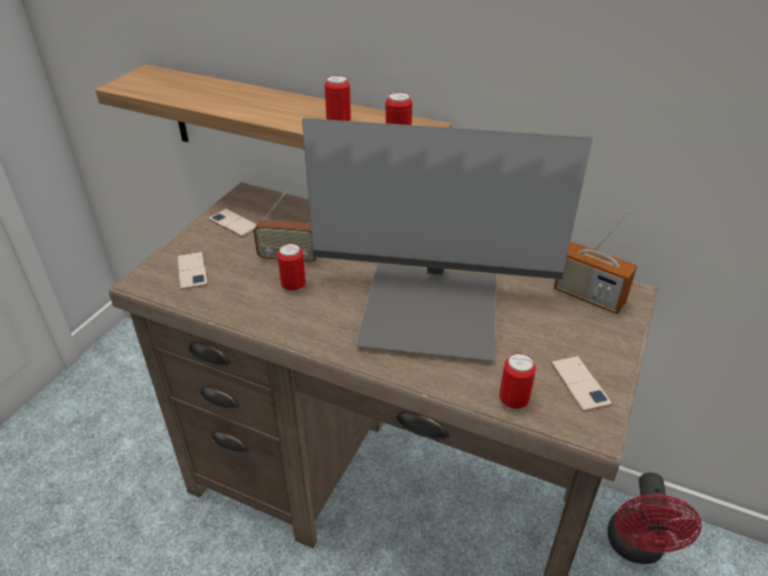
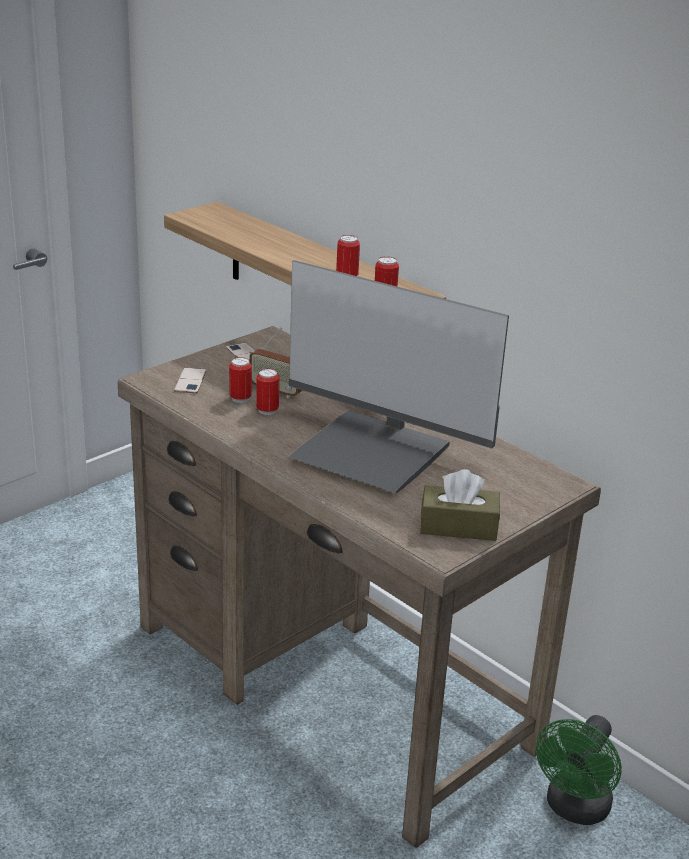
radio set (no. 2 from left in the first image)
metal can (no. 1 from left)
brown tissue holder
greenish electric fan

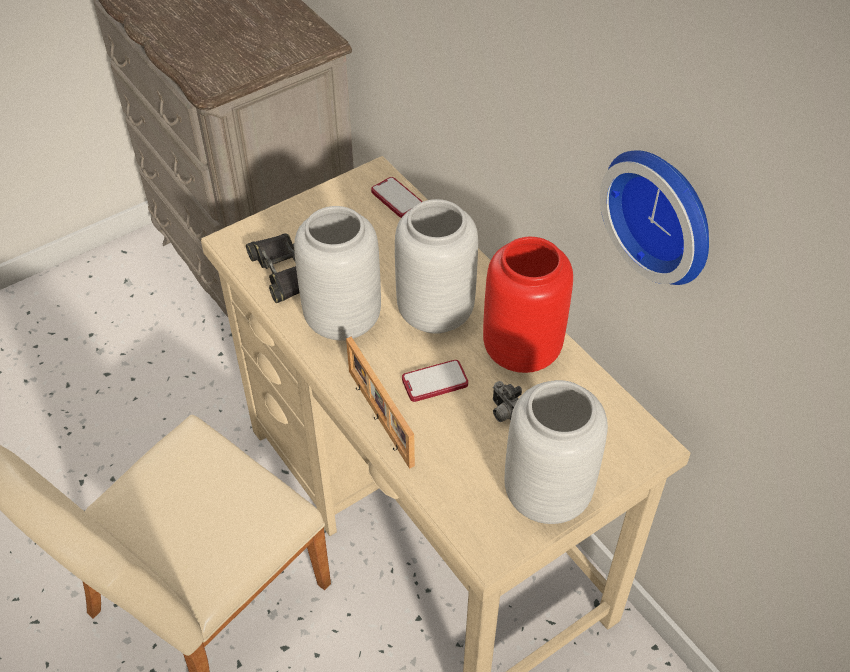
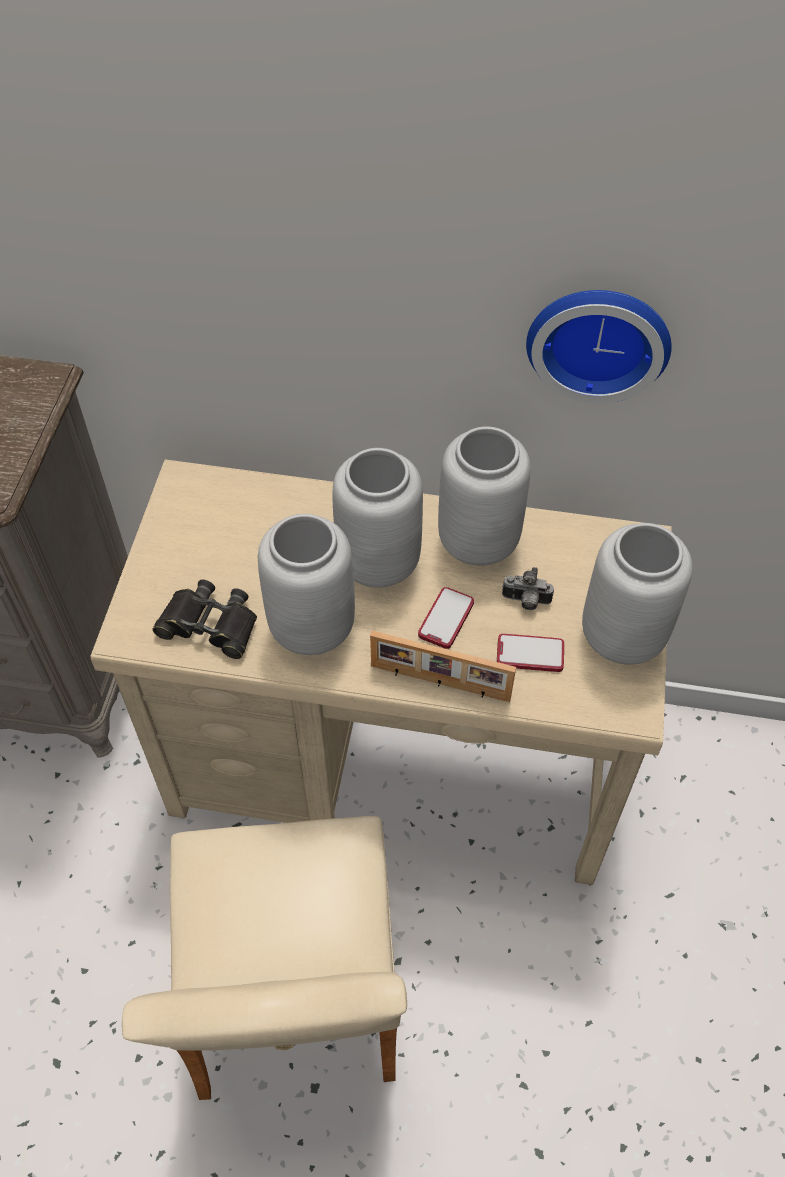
handset (no. 2 from left)
grey vase (no. 3 from left)

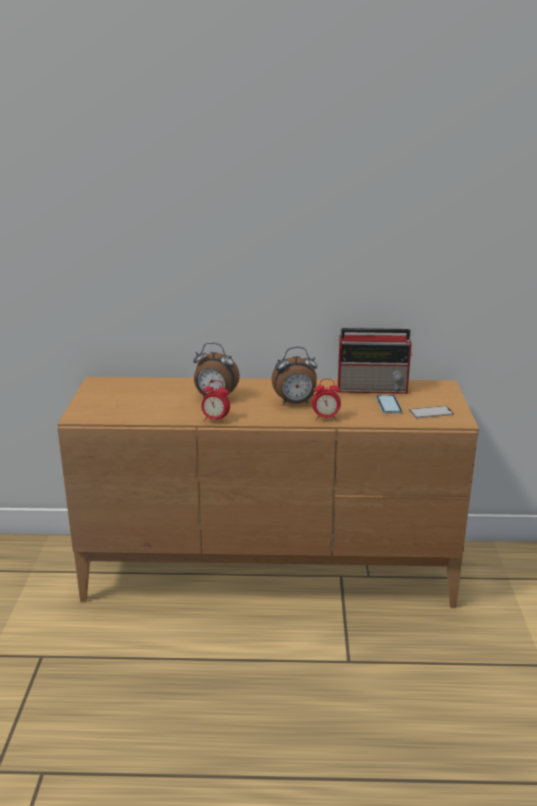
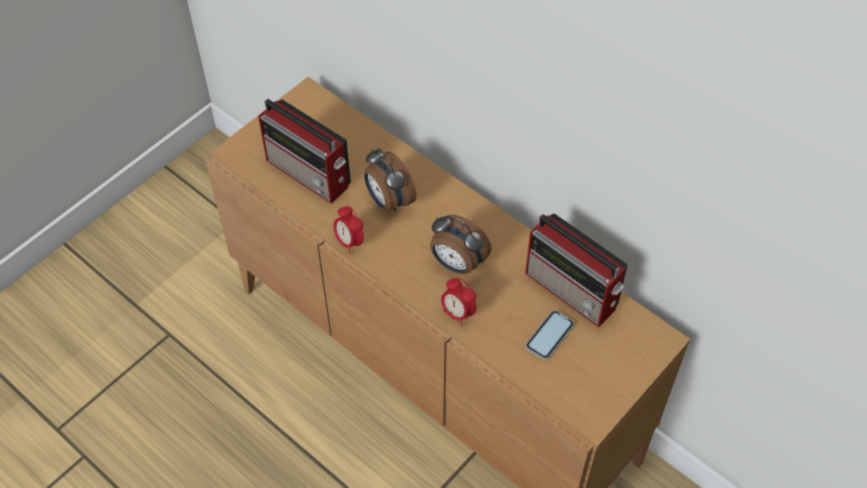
handset (no. 2 from left in the first image)
radio set (no. 1 from left)

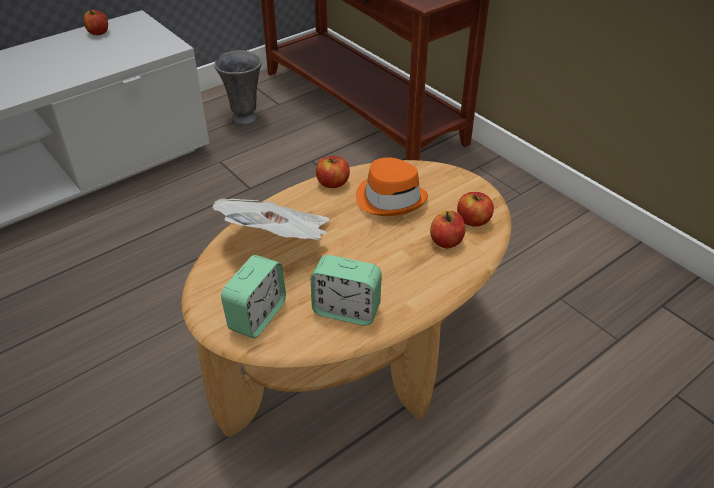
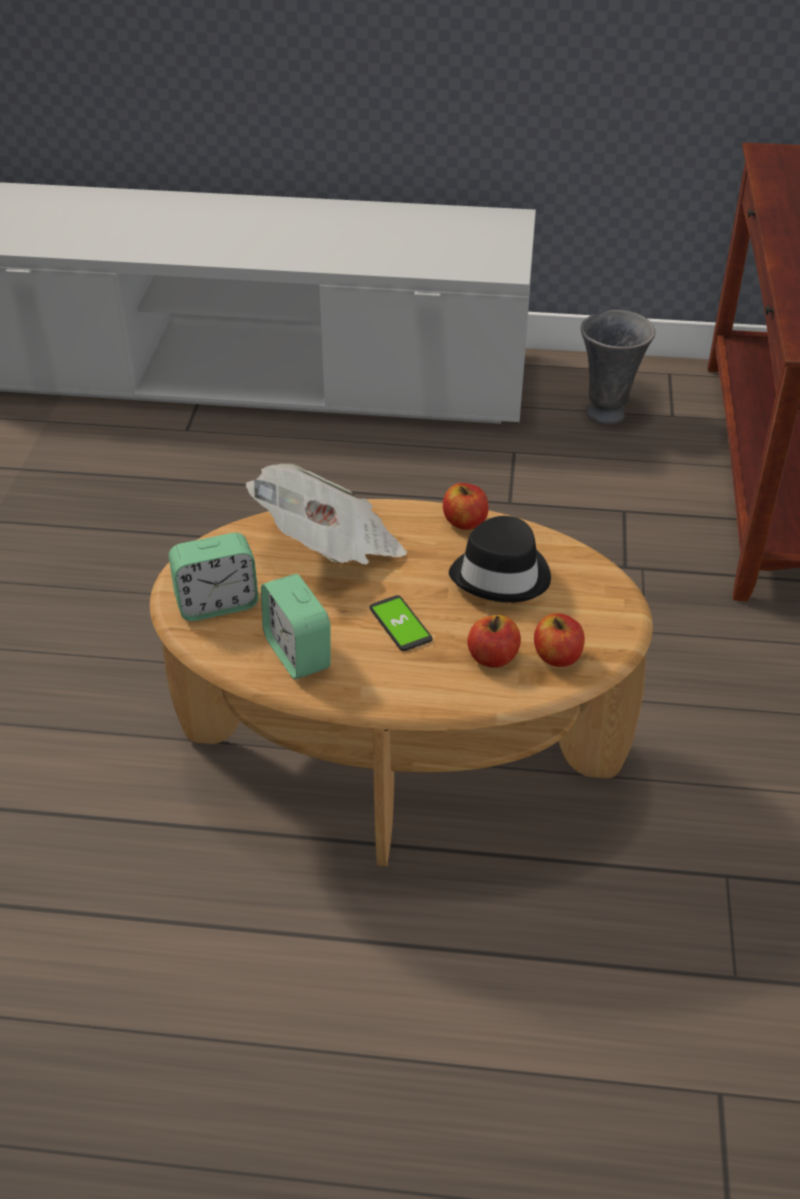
whole apple (no. 1 from left in the first image)
handset
black wearable hat

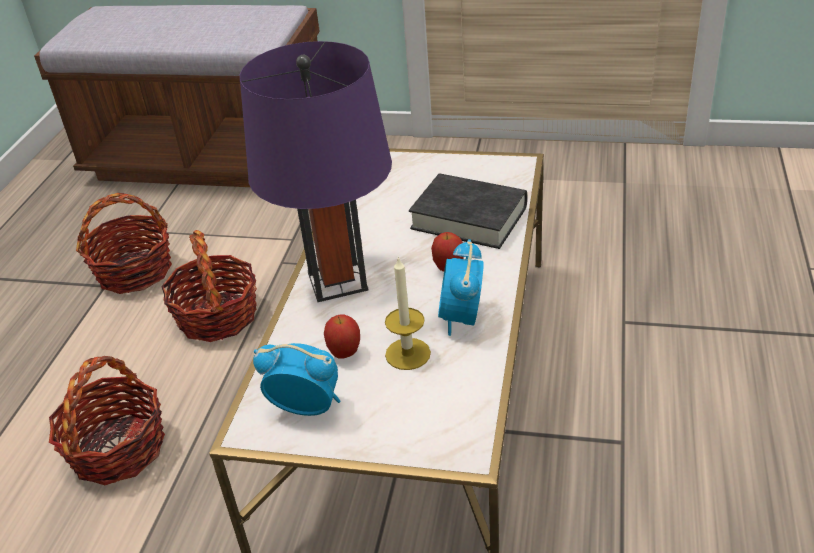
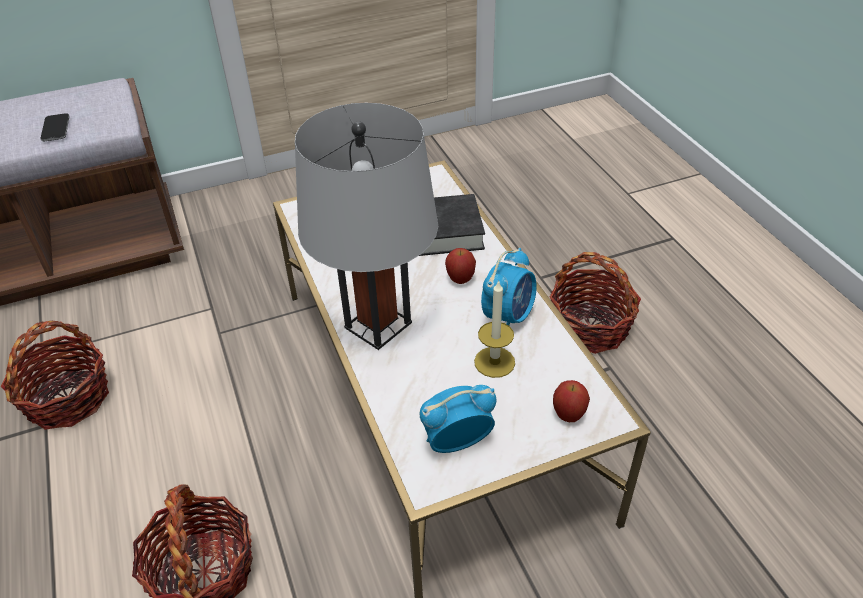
handset
household basket (no. 3 from left)
whole apple (no. 2 from left)
grey table lamp
alarm clock (no. 2 from left)

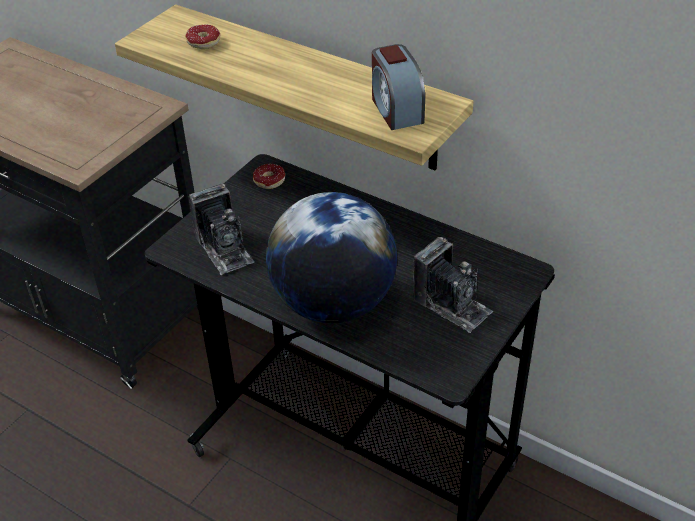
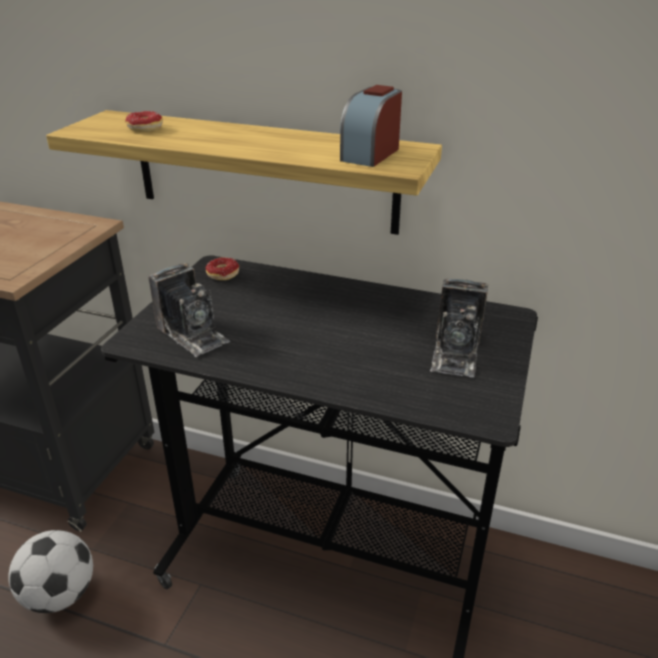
world globe
ball for football
alarm clock
still camera (no. 2 from left)

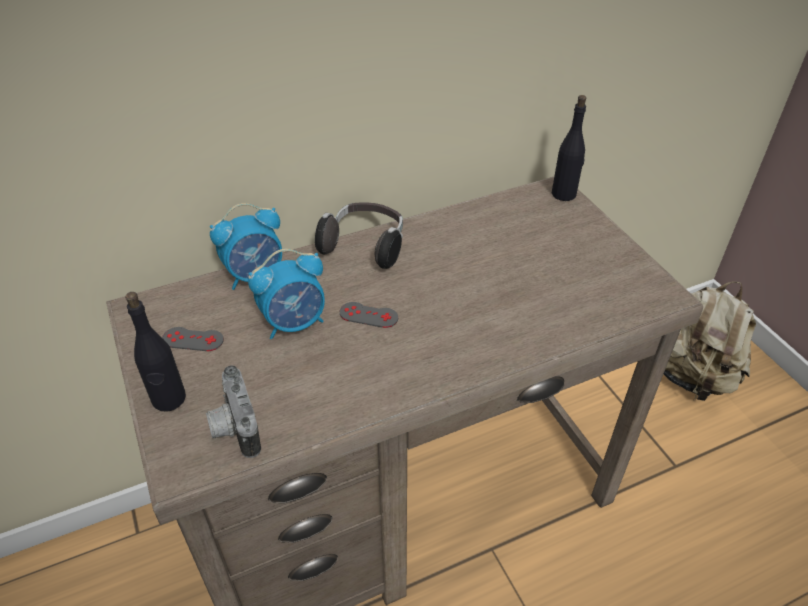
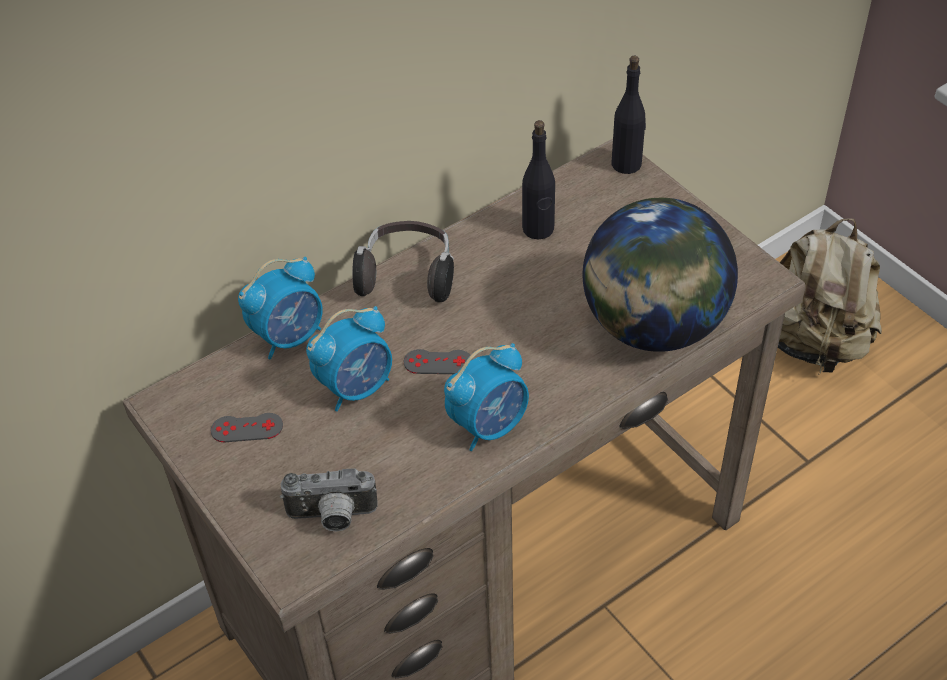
alarm clock (no. 3 from left)
world globe
black drink bottle (no. 1 from left)
still camera

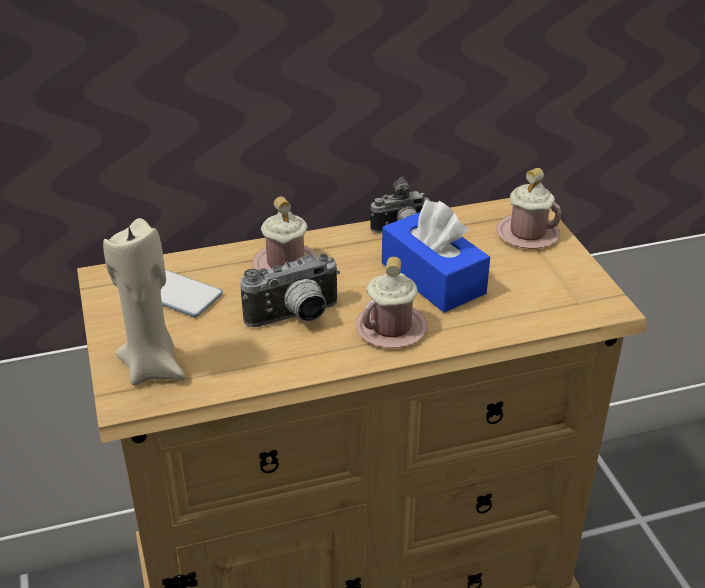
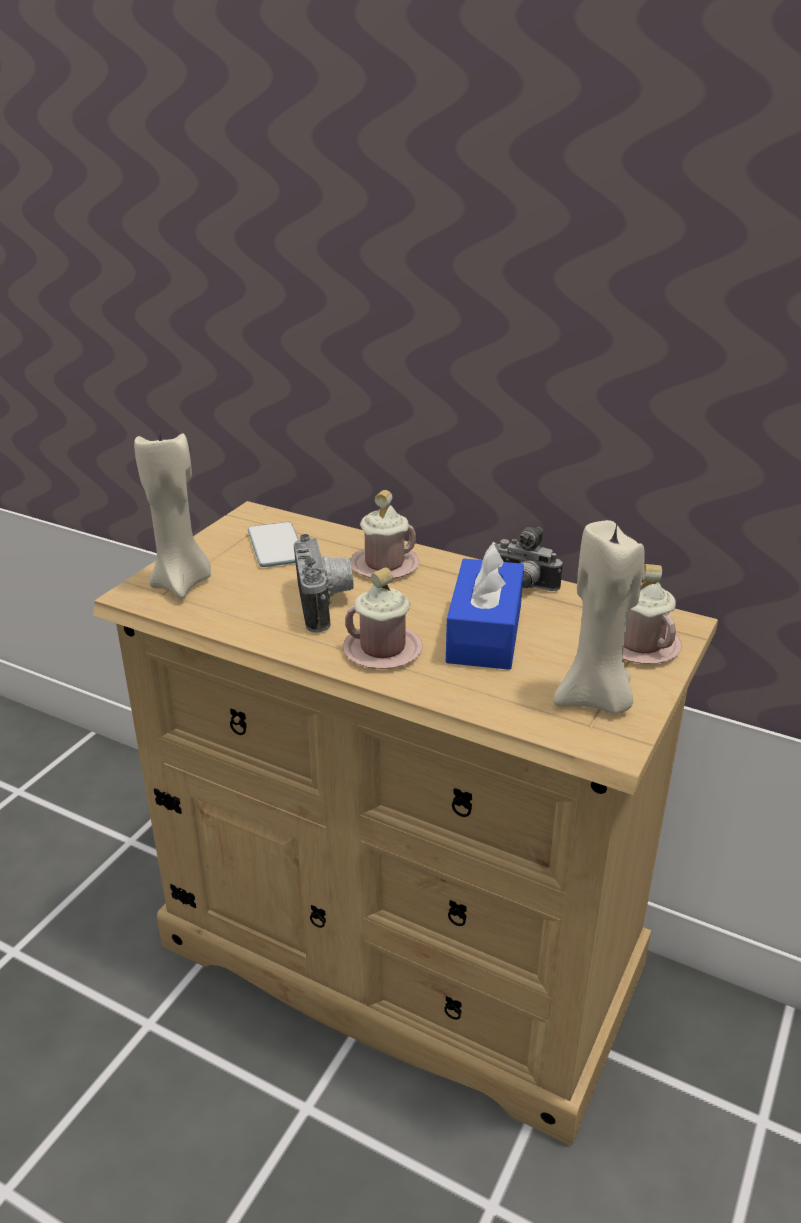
beige-coloured wax light (no. 2 from left)
still camera (no. 1 from left)

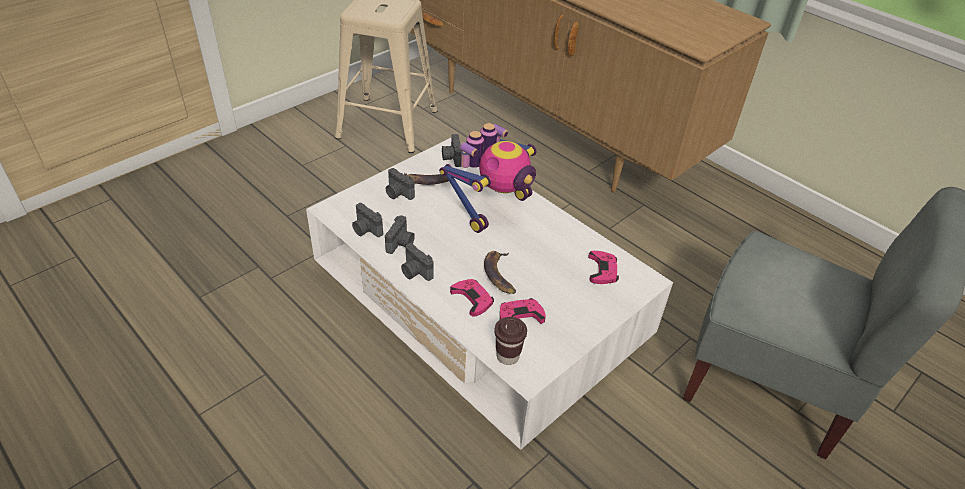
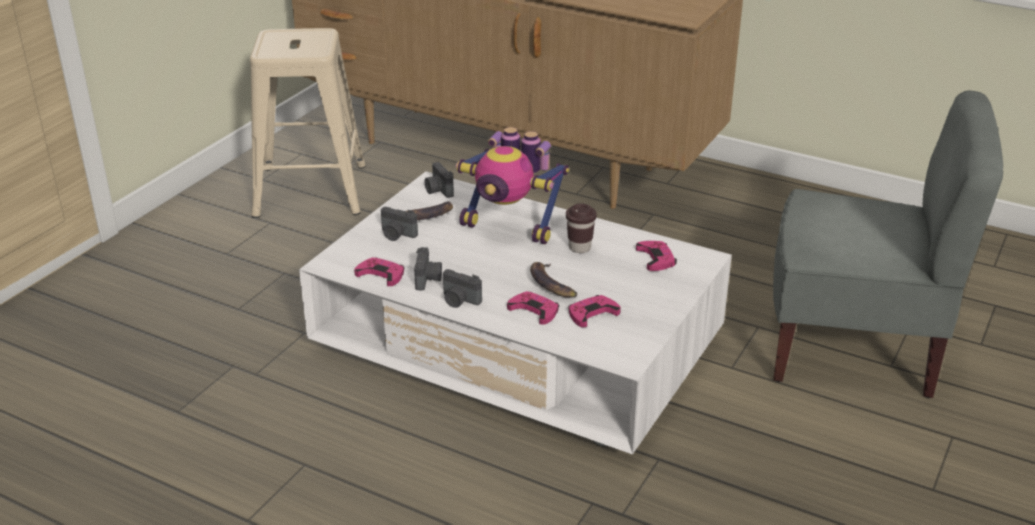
brown cup
pink gamepad (no. 1 from left)
robot figure

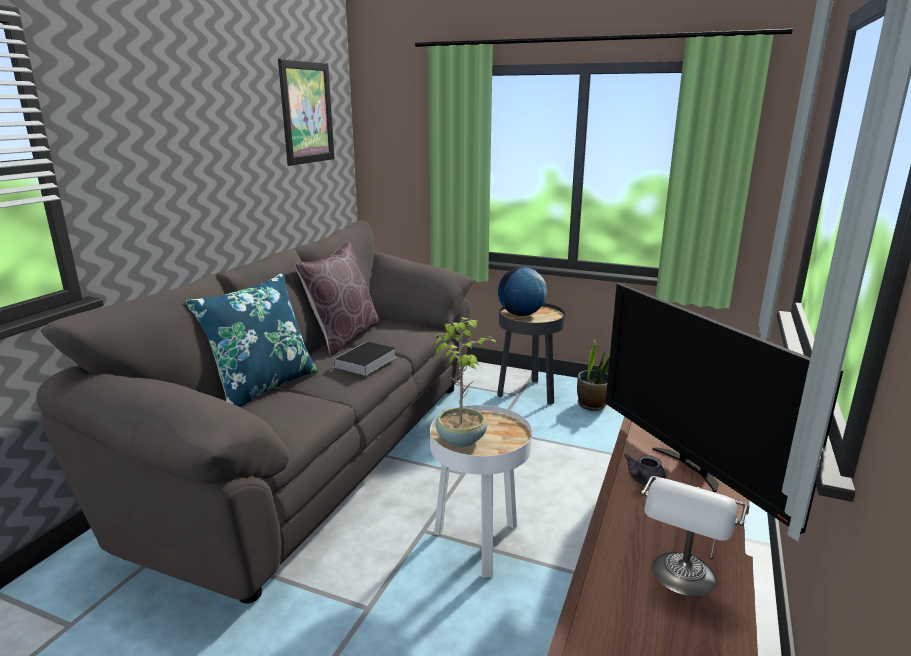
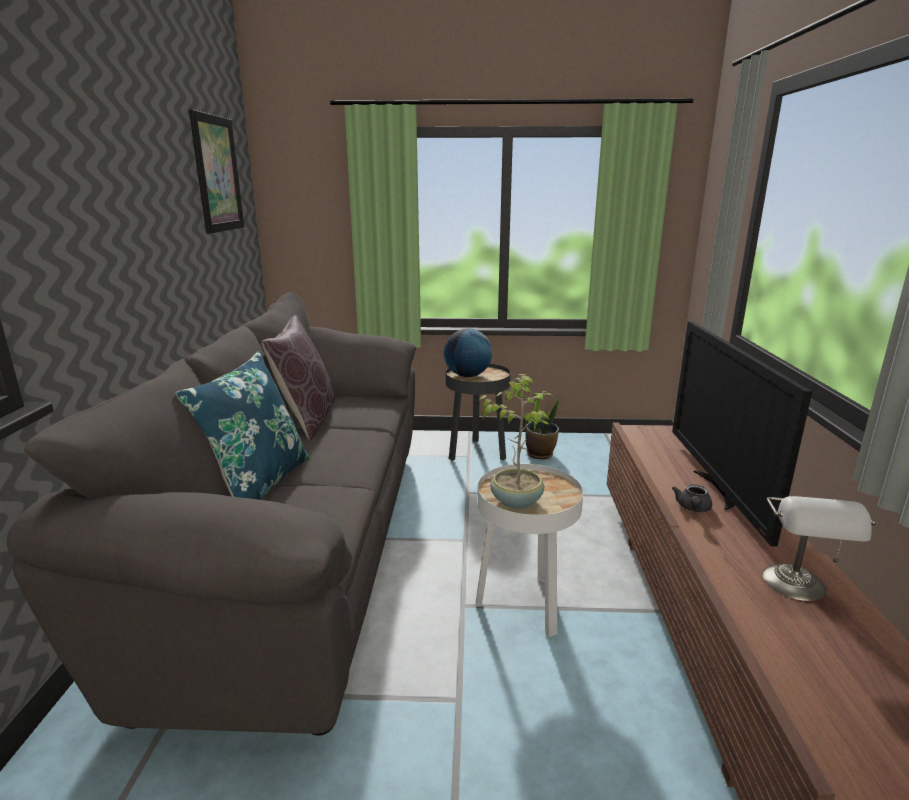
book
TV set

